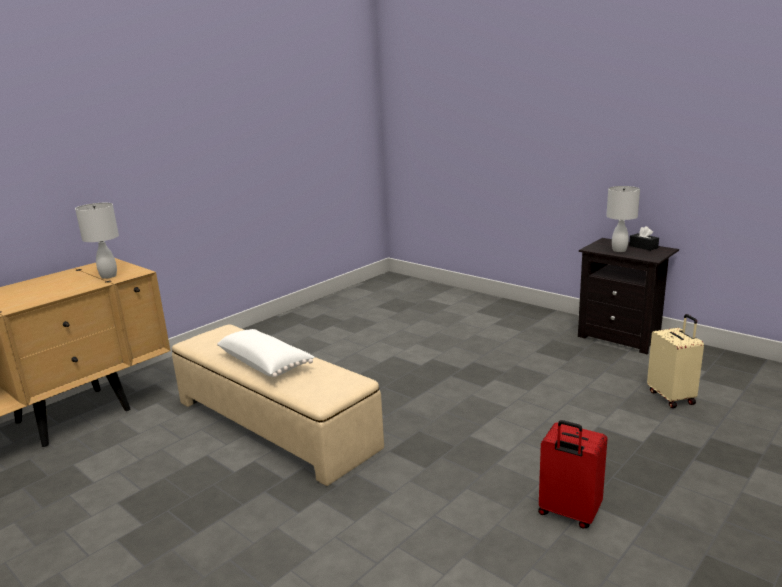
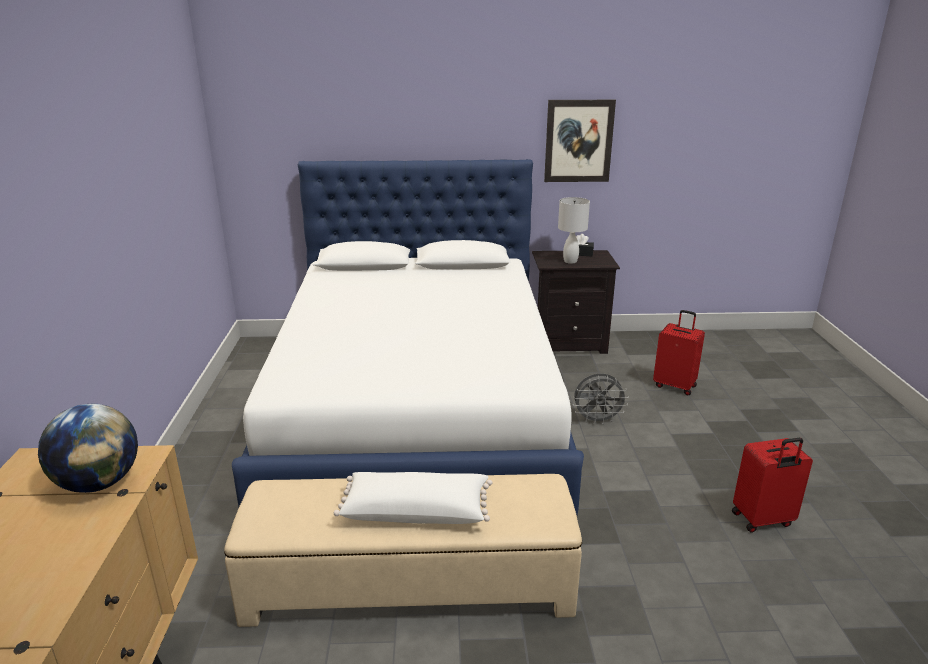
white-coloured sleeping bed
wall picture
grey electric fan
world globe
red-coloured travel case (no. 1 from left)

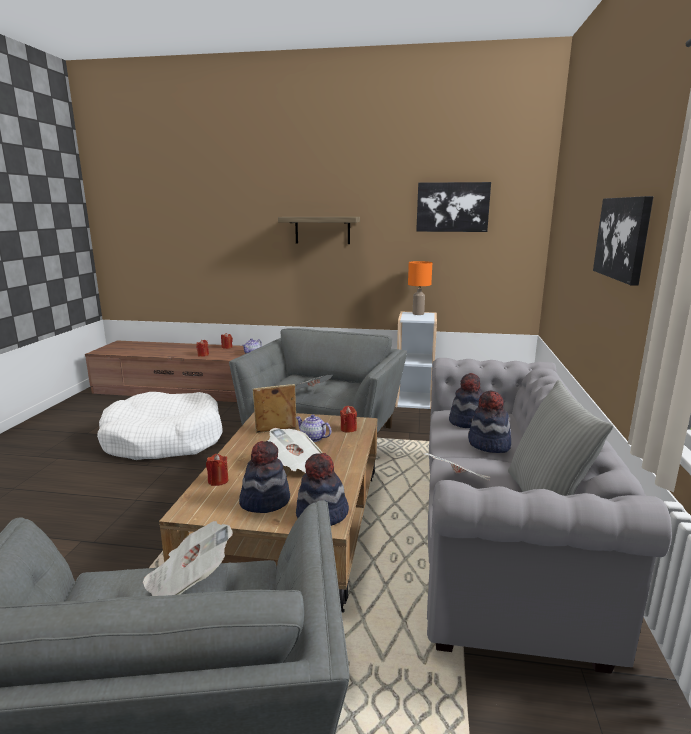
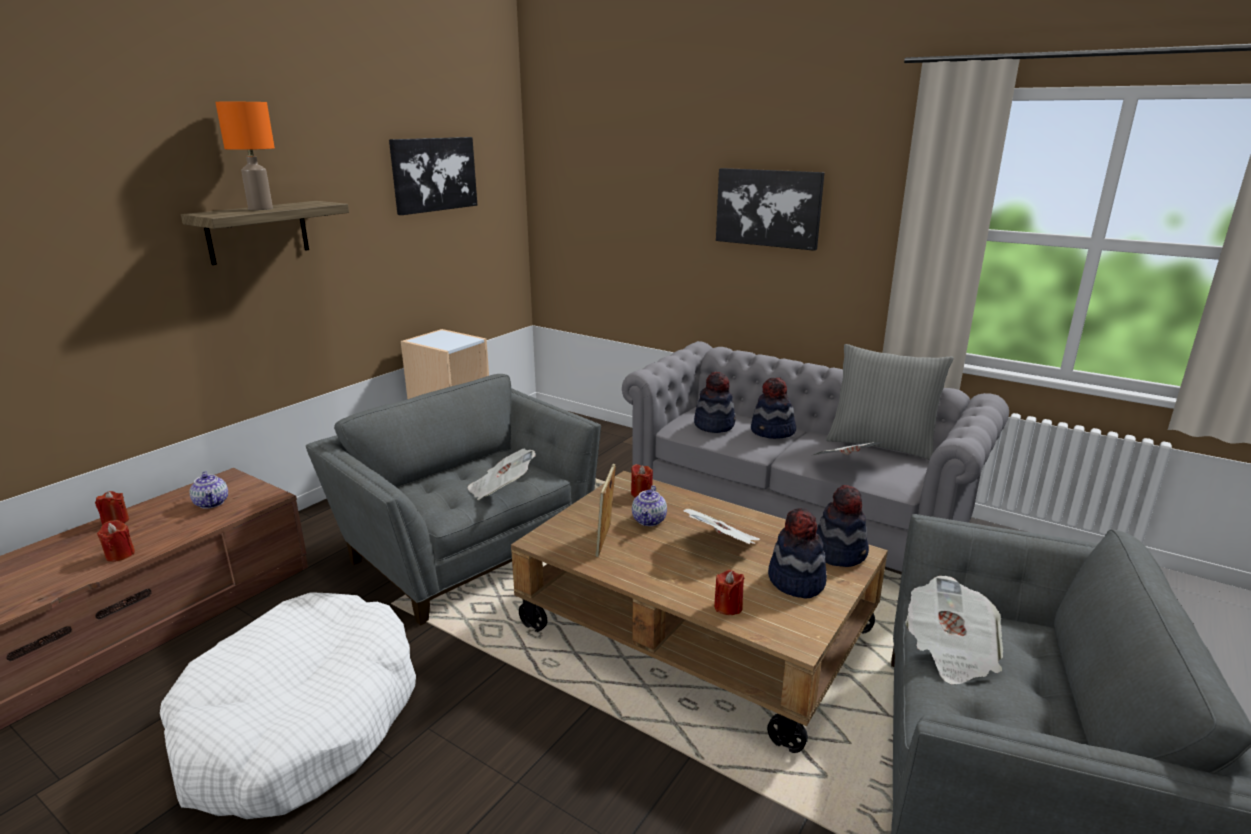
orangey table lamp
tea pot (no. 2 from left)

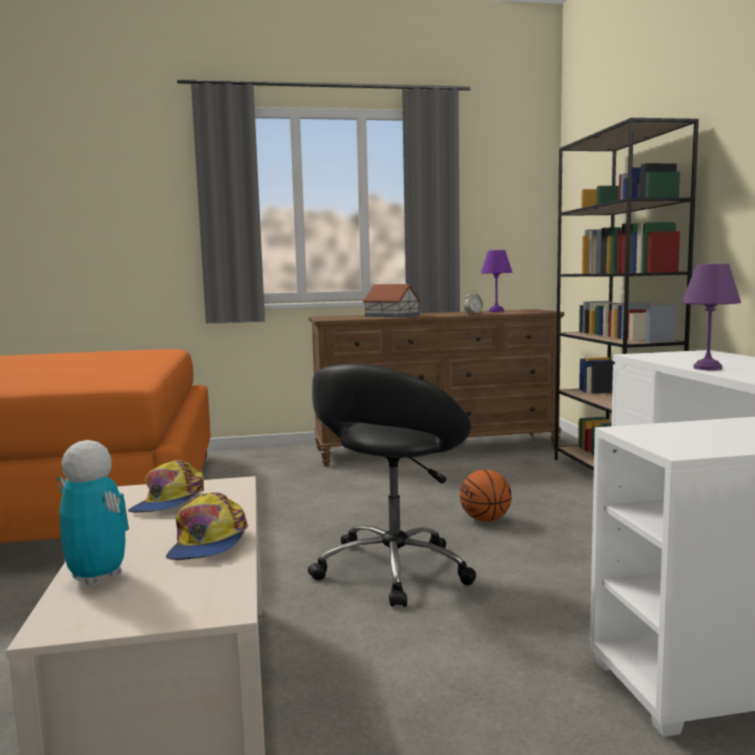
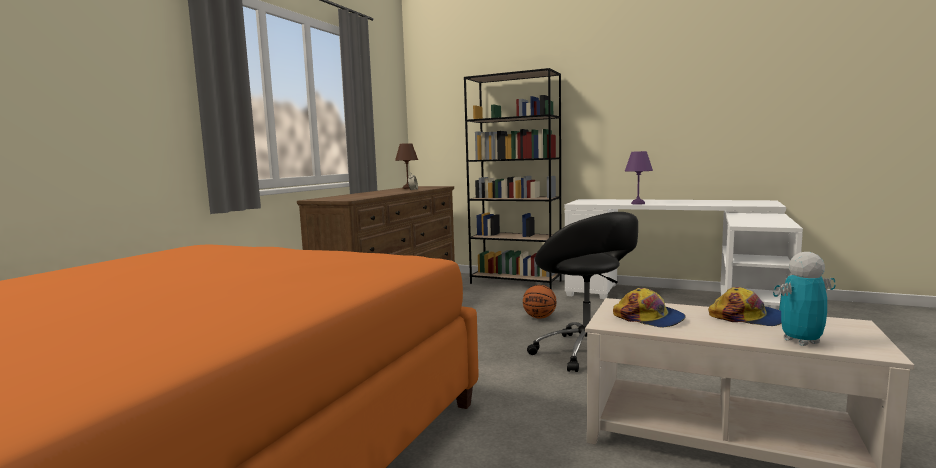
model house
brown table lamp

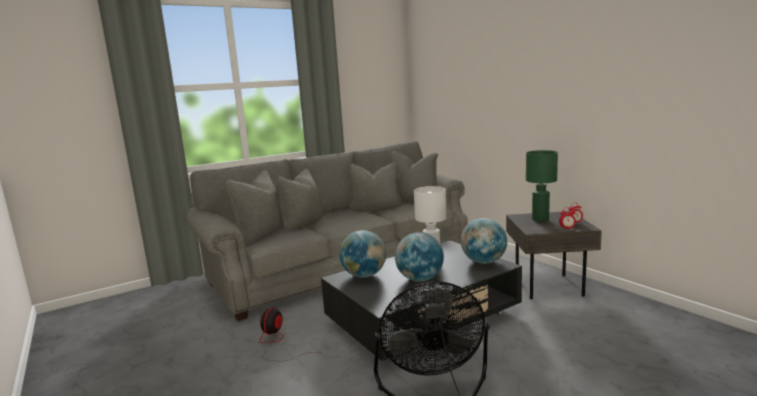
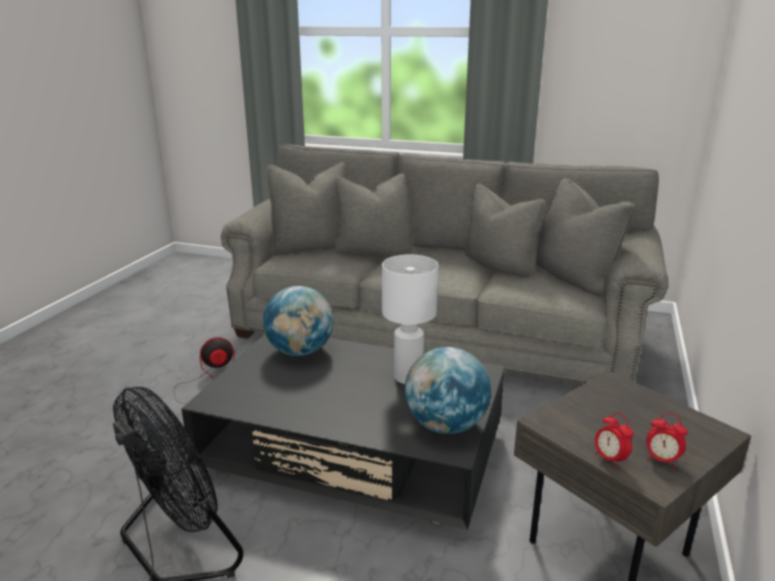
world globe (no. 2 from left in the first image)
greenish table lamp

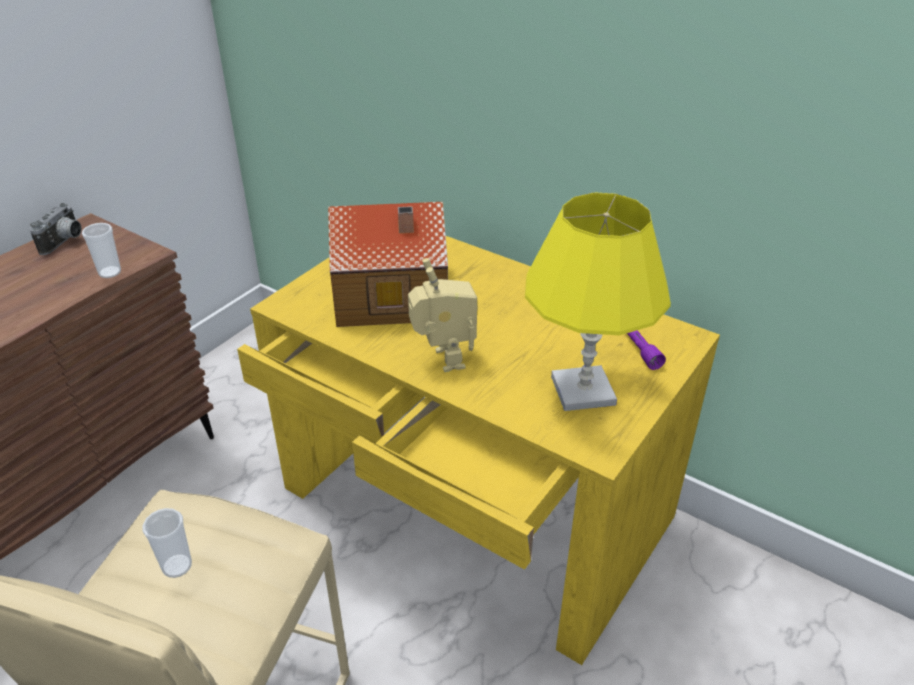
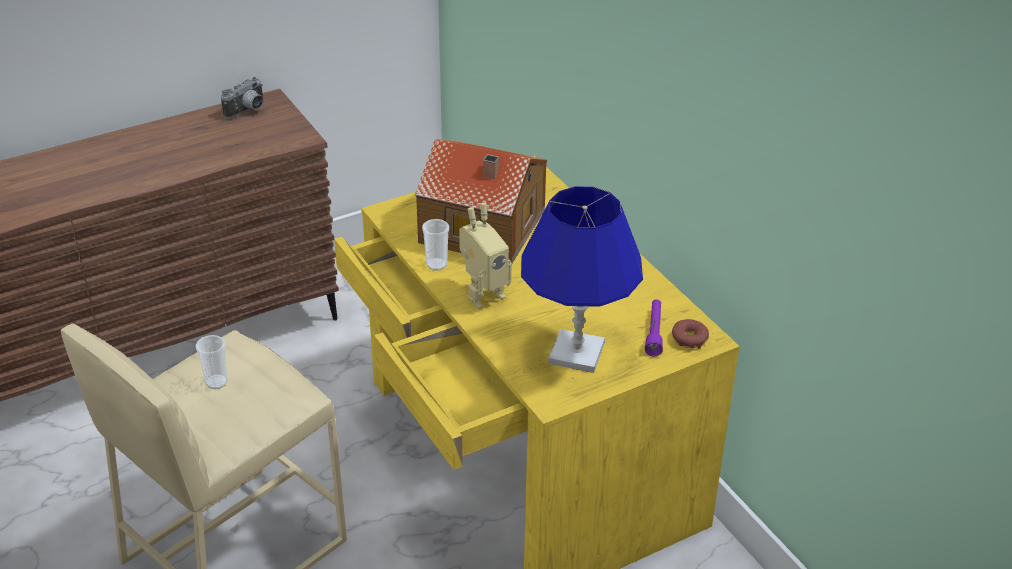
ring doughnut
cup (no. 2 from left)
blue-coloured table lamp
robot figure

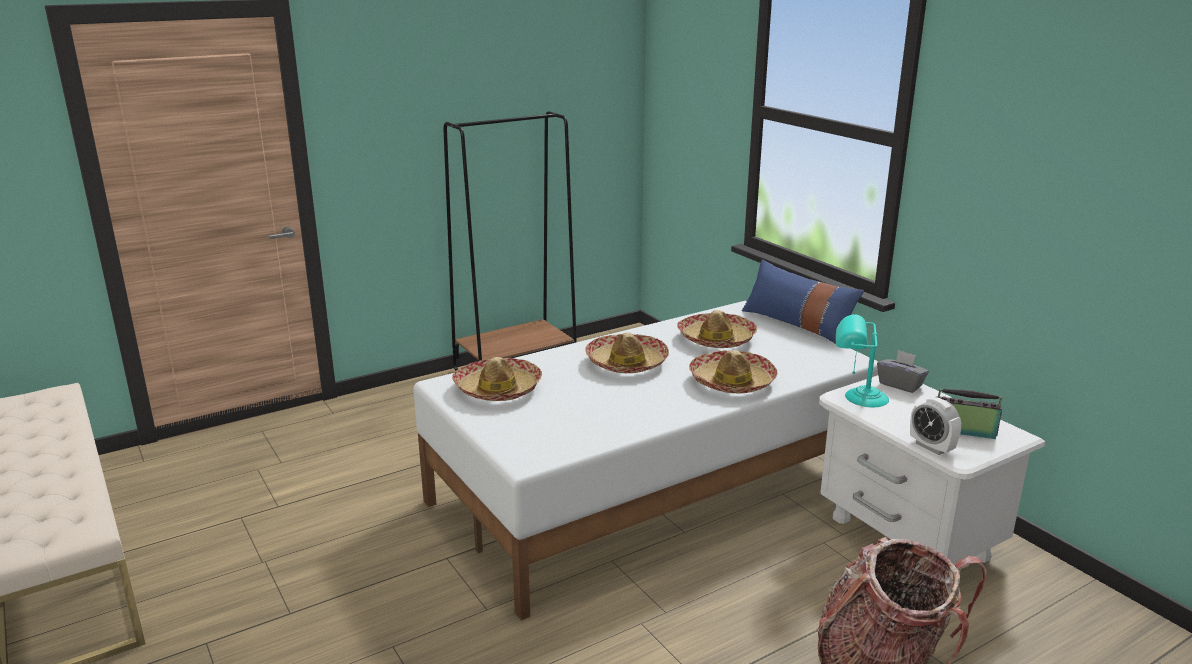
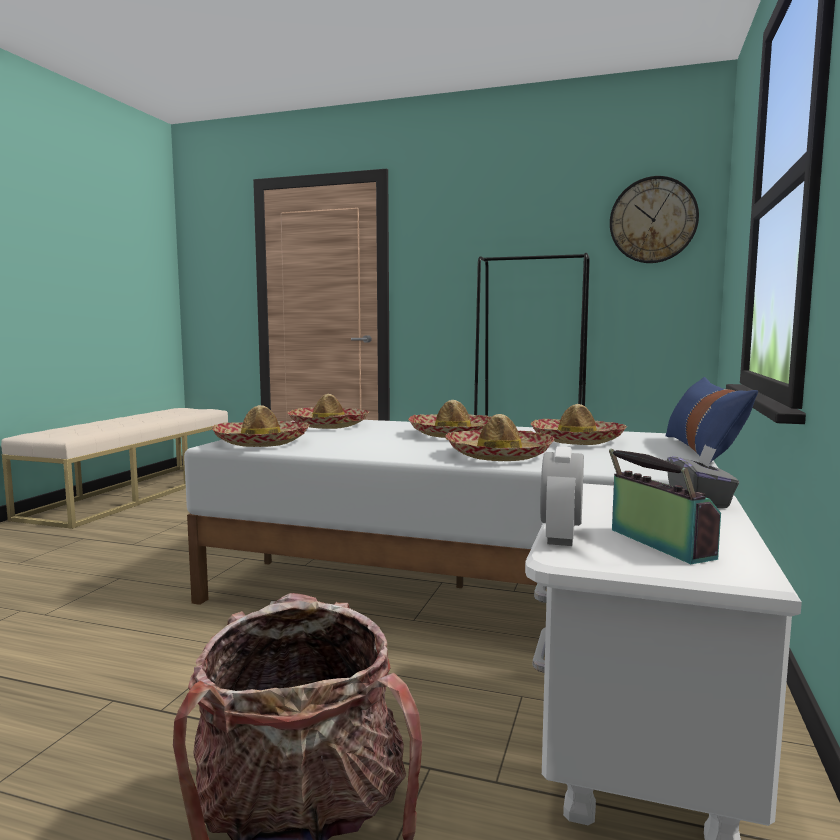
turquoise-coloured table lamp
wearable hat (no. 1 from left)
hanging clock

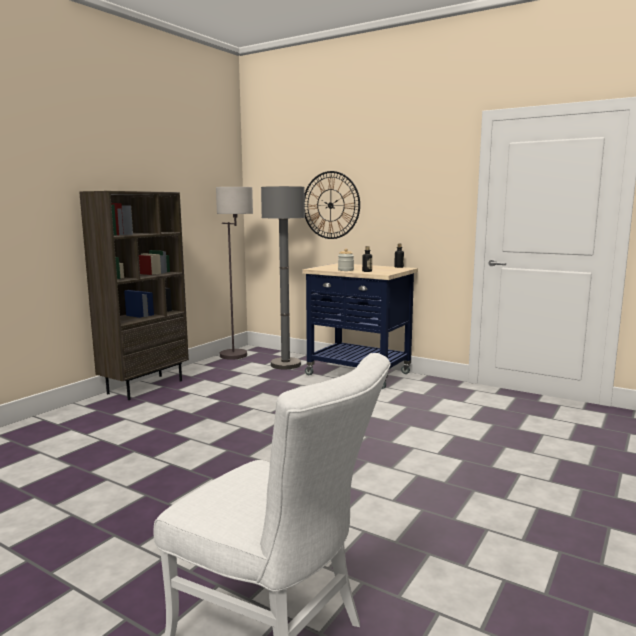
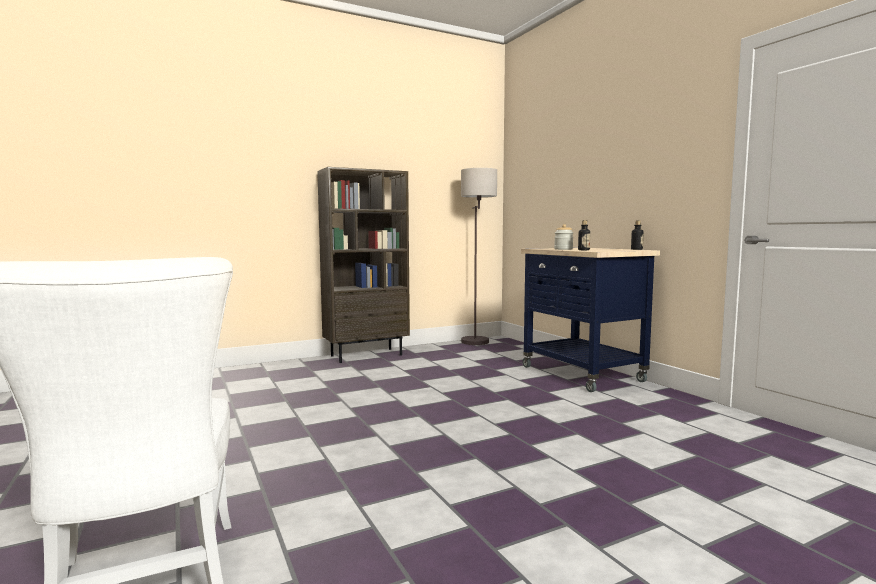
grey standard lamp (no. 2 from left in the first image)
hanging clock

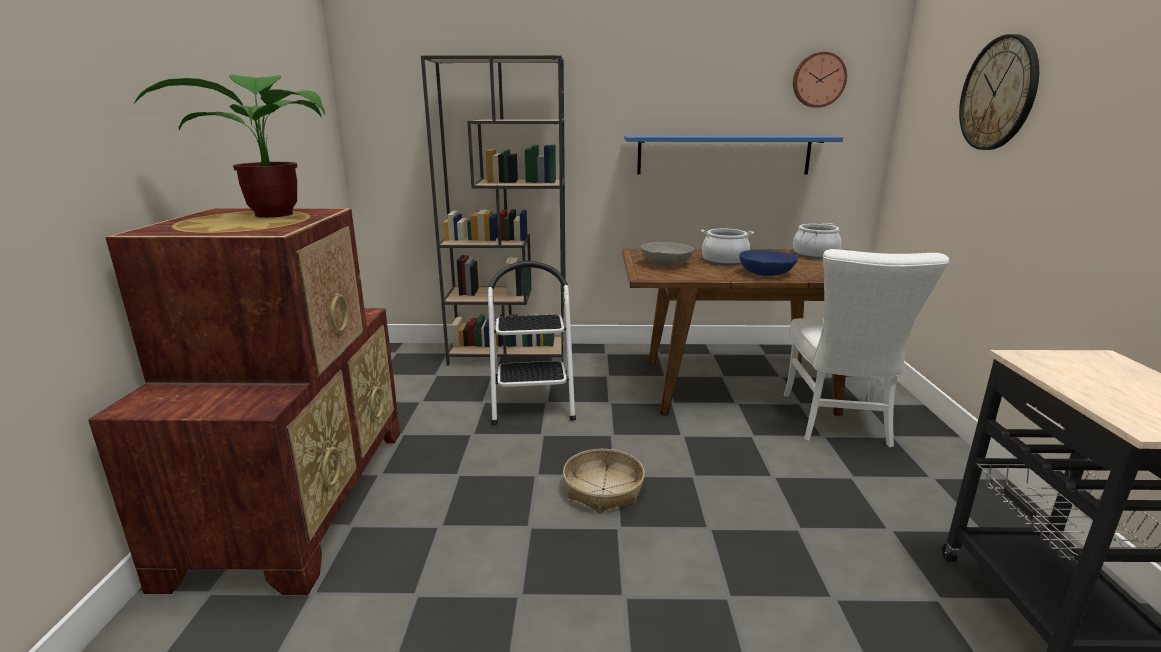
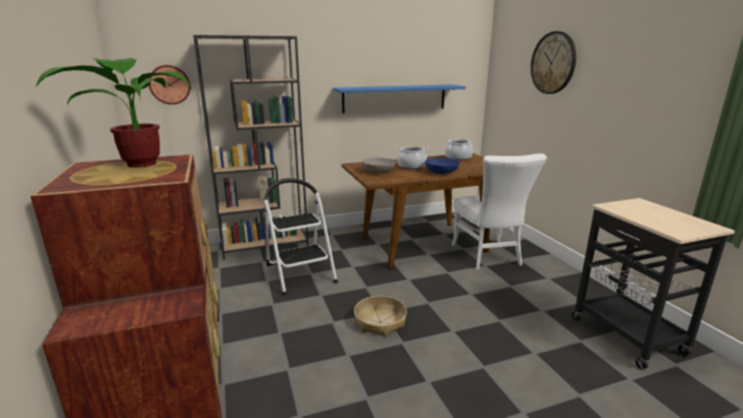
hanging clock (no. 1 from left)

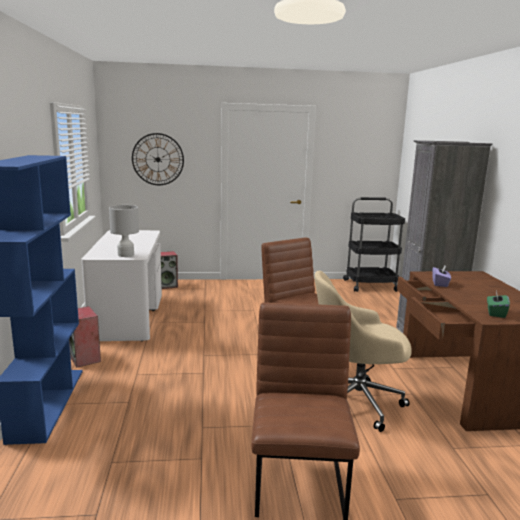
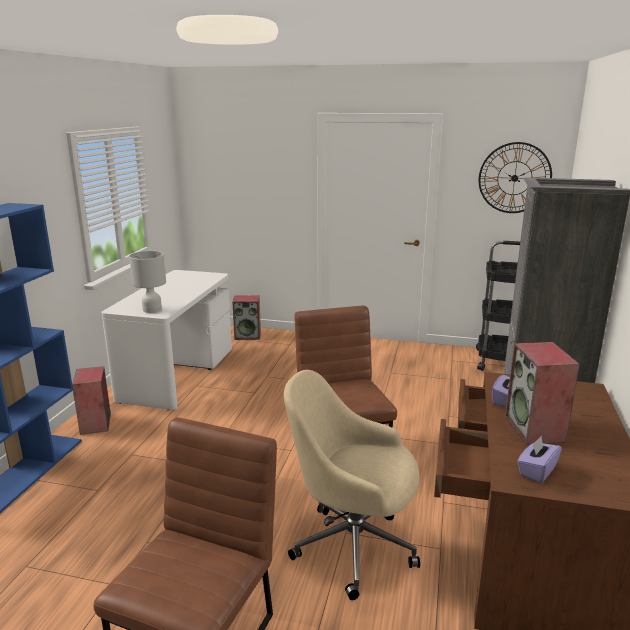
loudspeaker (no. 3 from left)
hanging clock
purple-coloured tissue holder (no. 2 from left)

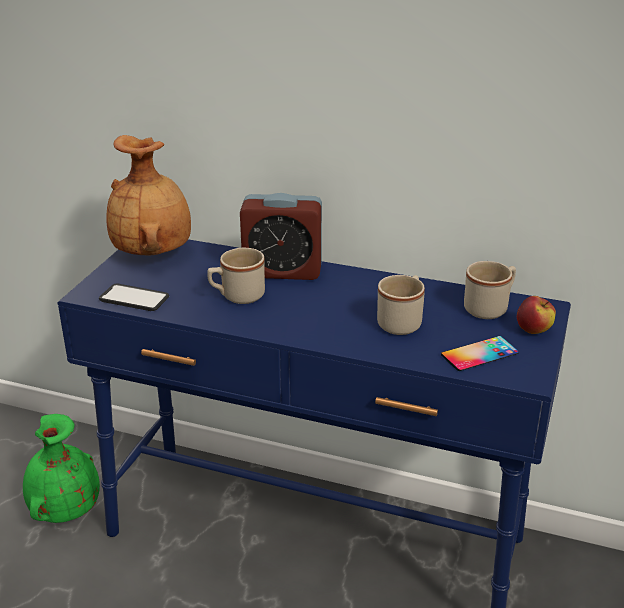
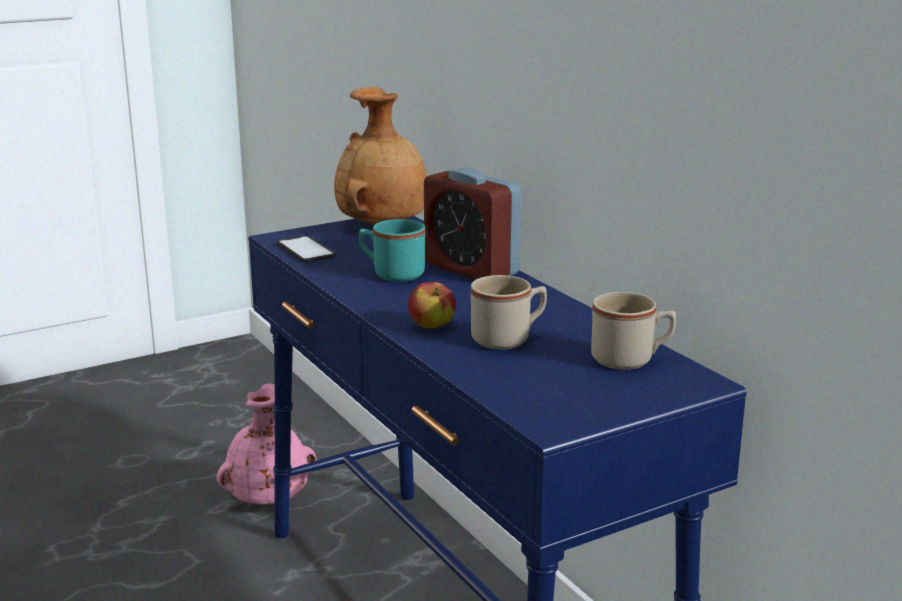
handset (no. 2 from left in the first image)
whole apple
pink vase
turquoise-coloured tea mug

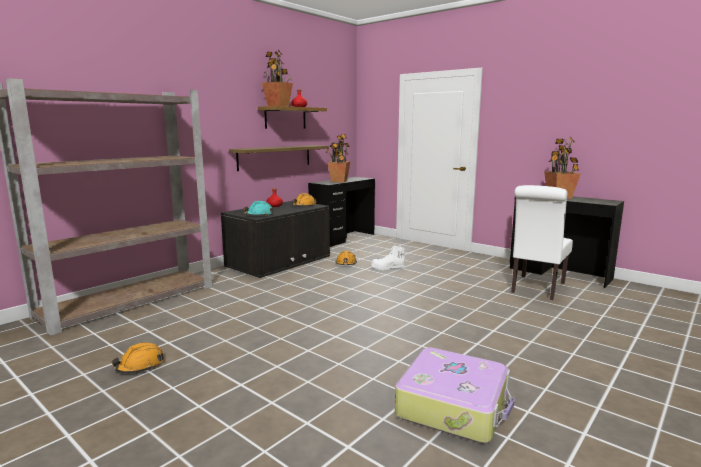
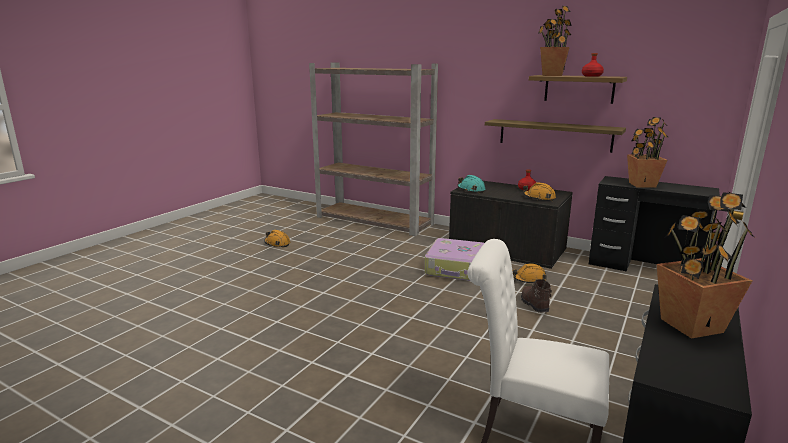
travel case
brown tall boot

